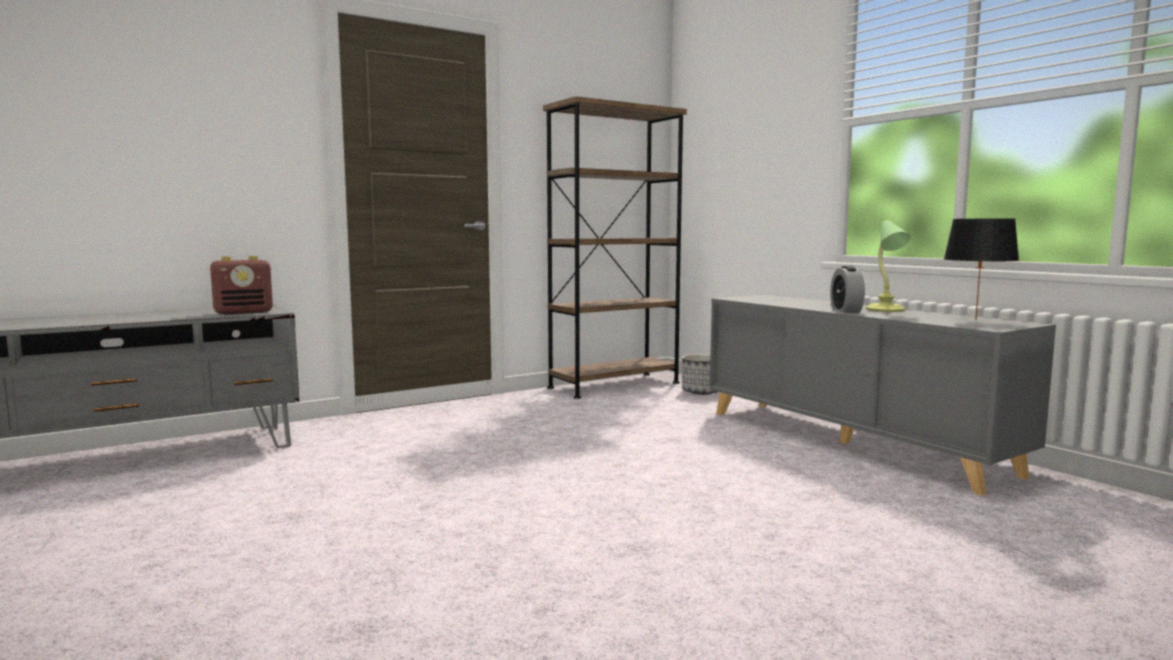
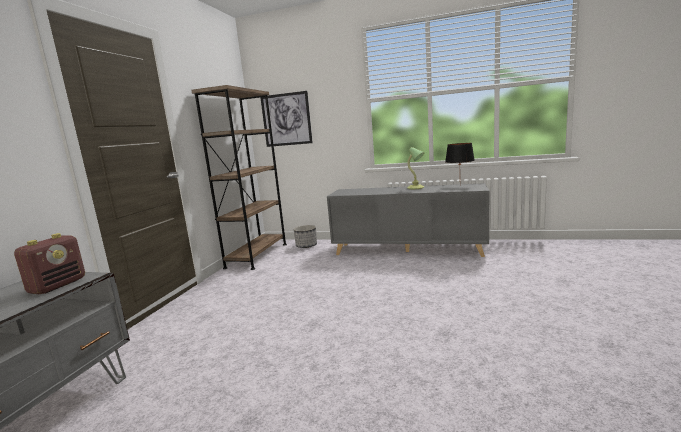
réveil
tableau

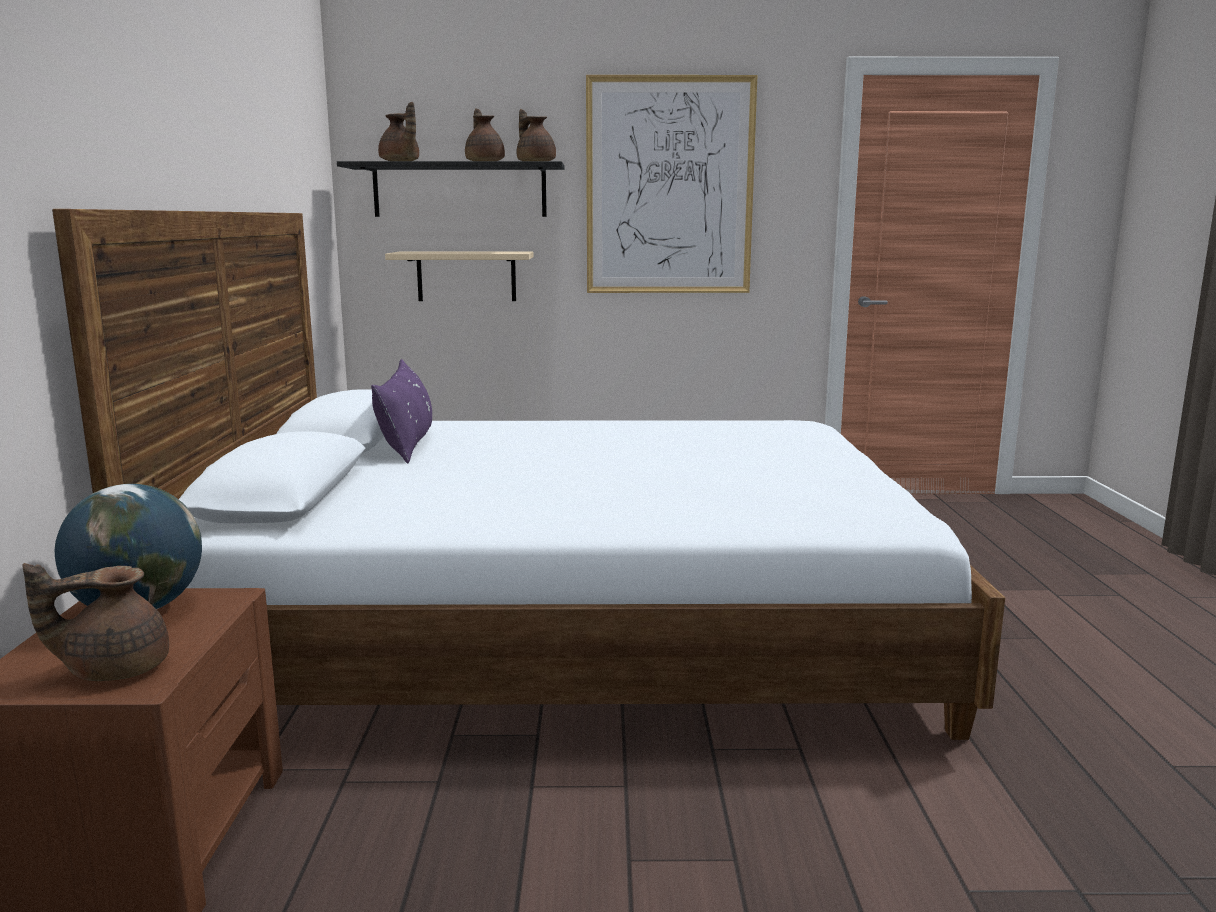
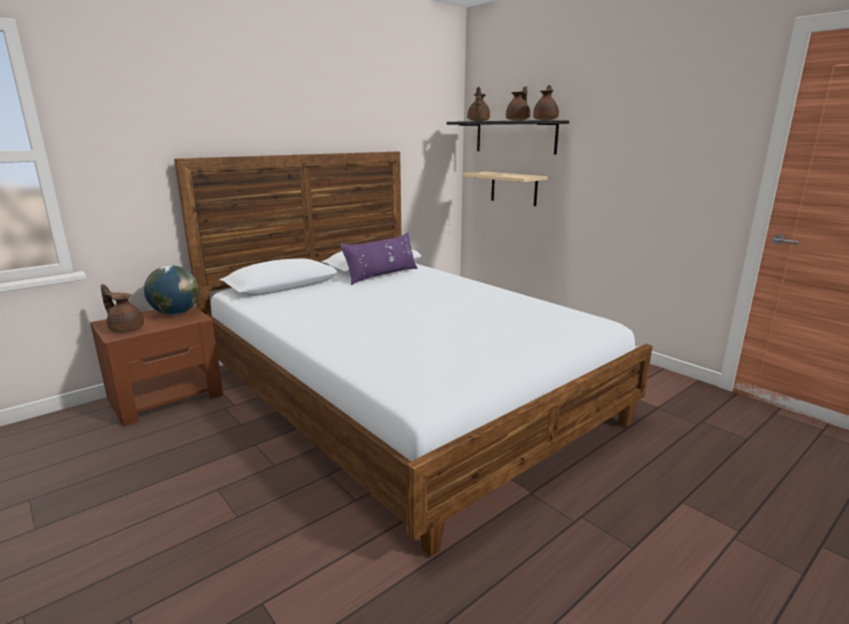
tableau

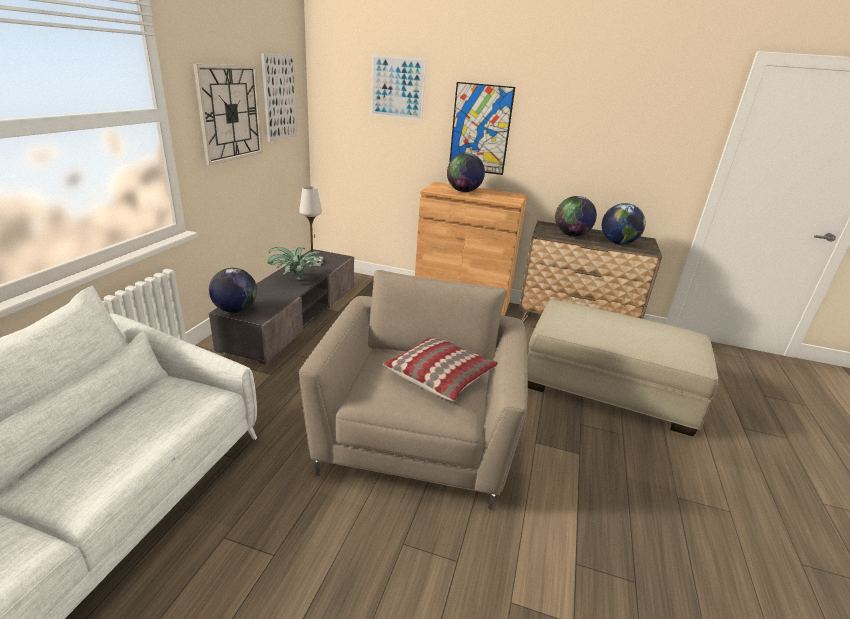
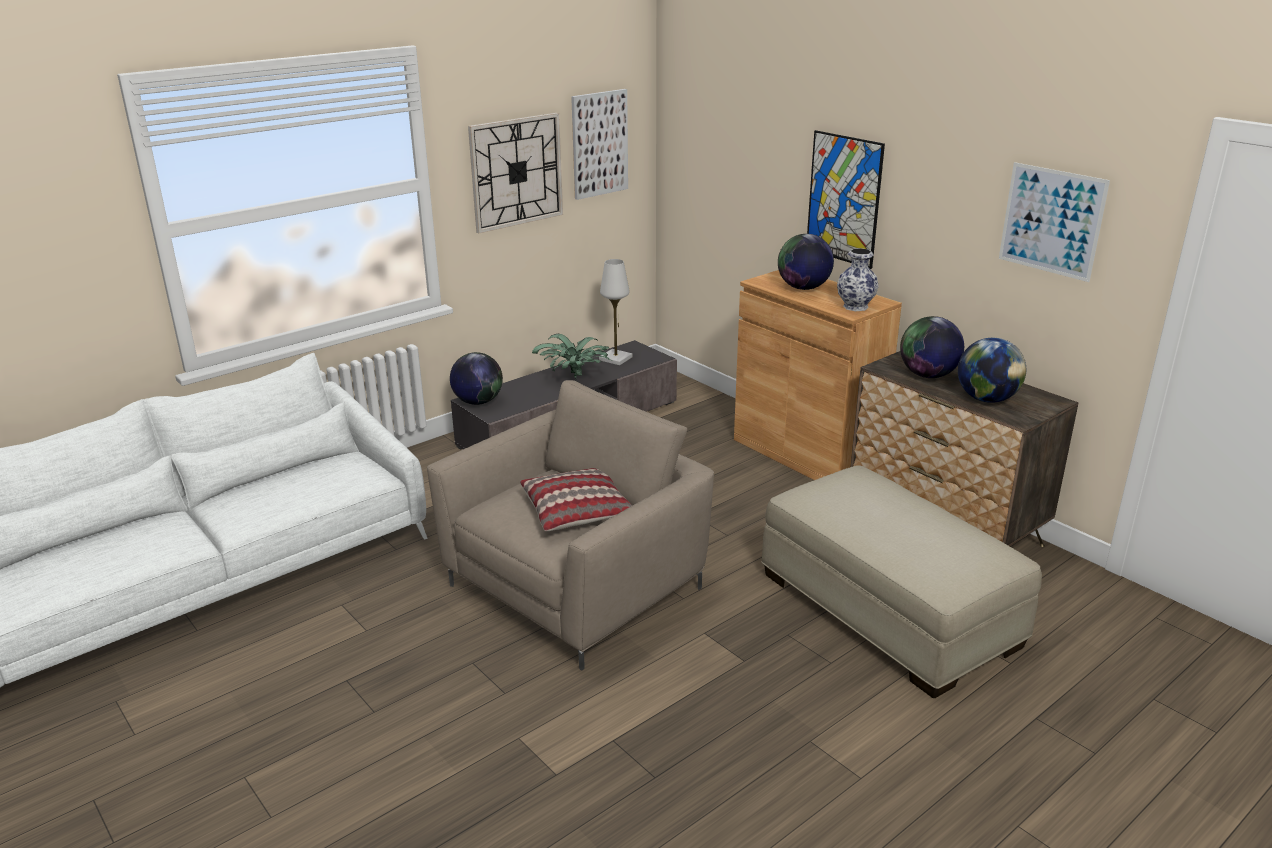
tableau (3rd from left)
vase

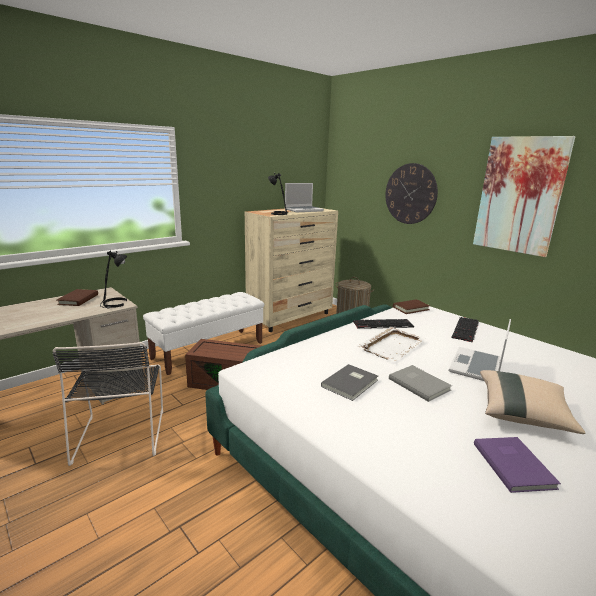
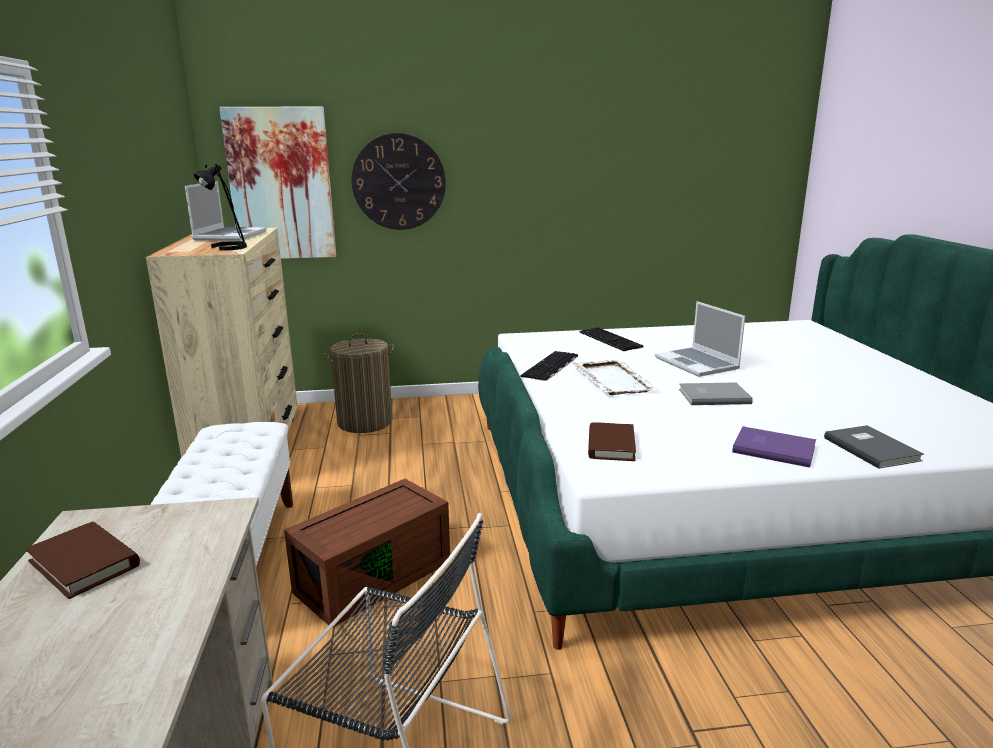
lampe de table [noir] (1st from left in the first image)
livre [gris] (2nd from left)
livre [marron] (2nd from left)
tableau
livre [violet]
coussin [beige]

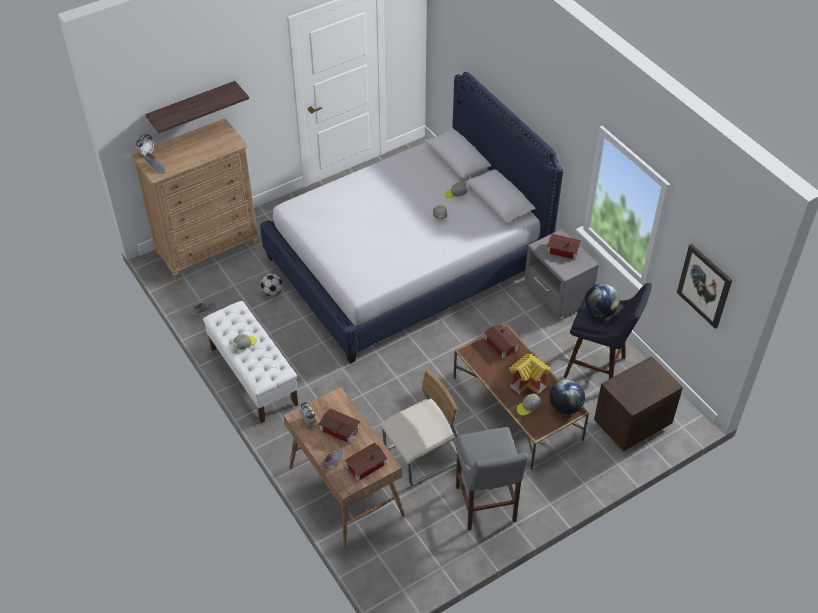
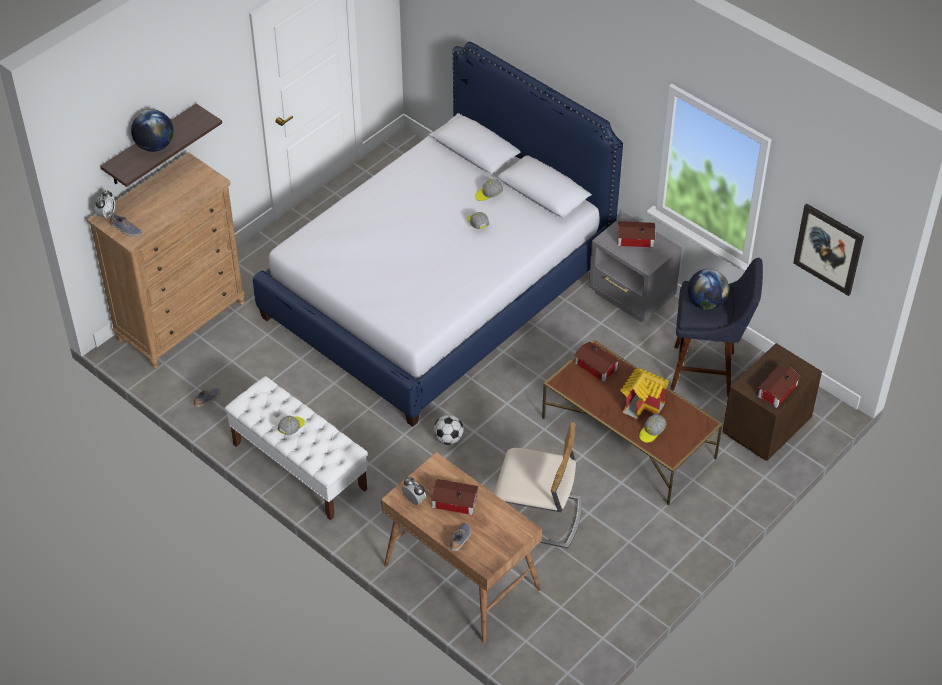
ballon de foot
maison miniature (5th from left)
chaise [beige]
tabouret [gris]
globe (1st from left)

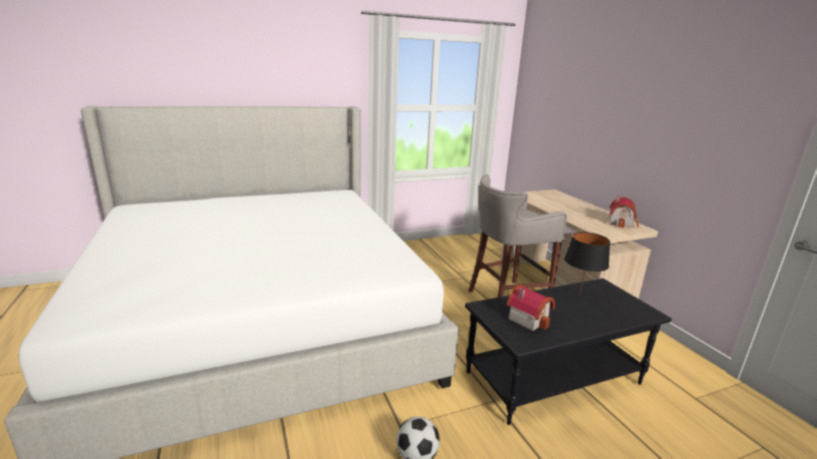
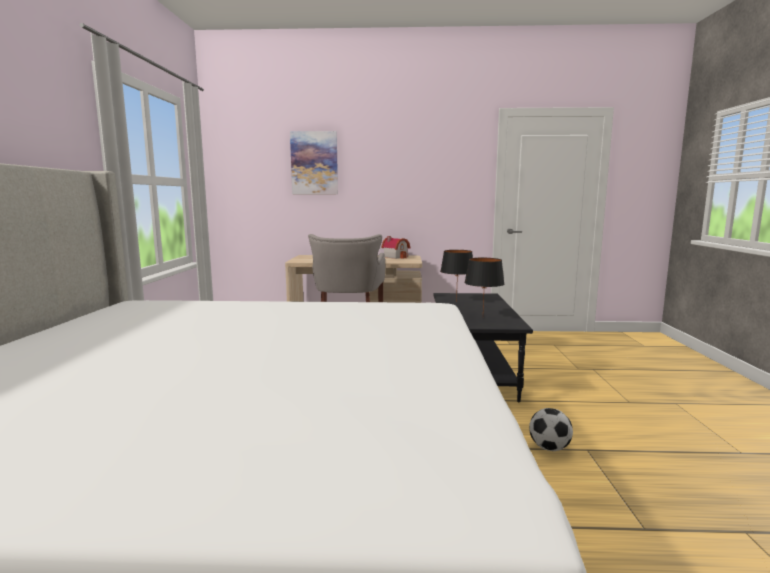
lampe de table [noir] (2nd from left)
tableau

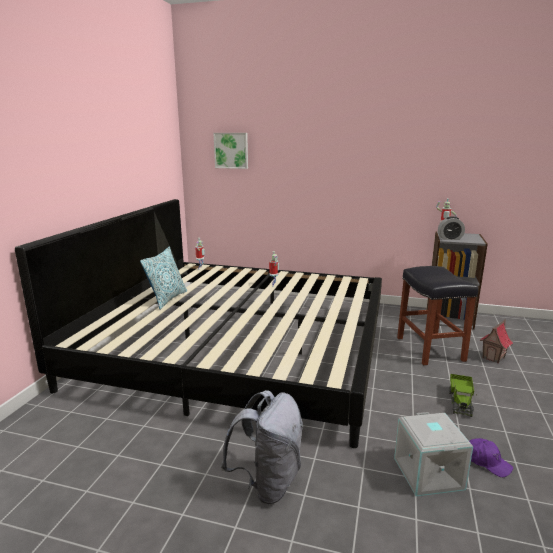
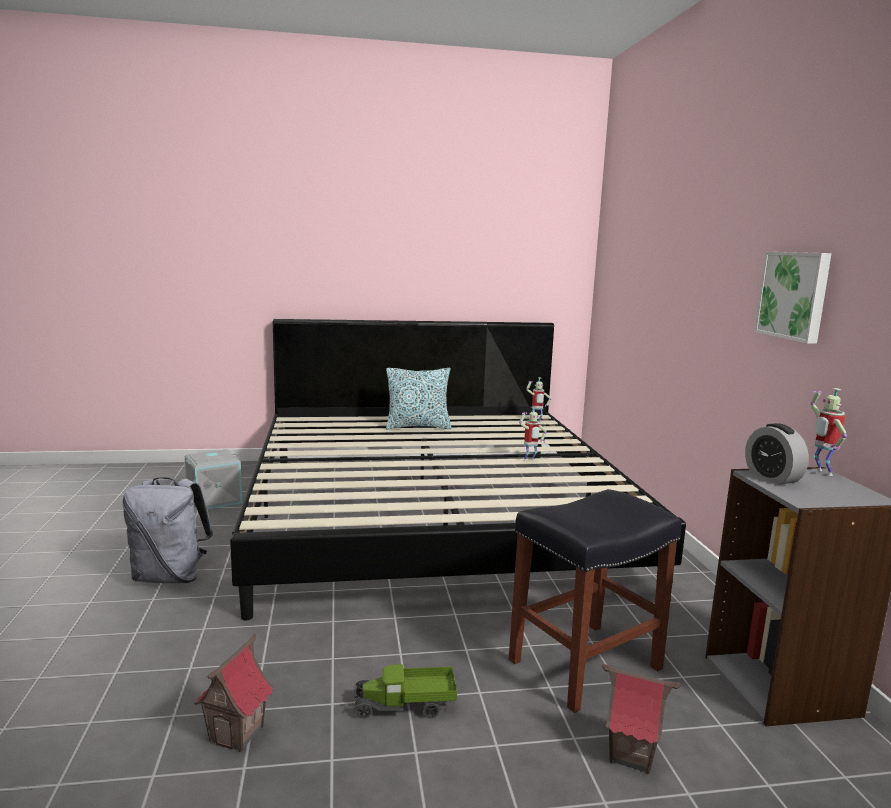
tableau
boîte de rangement [gris]
maison miniature (1st from left)

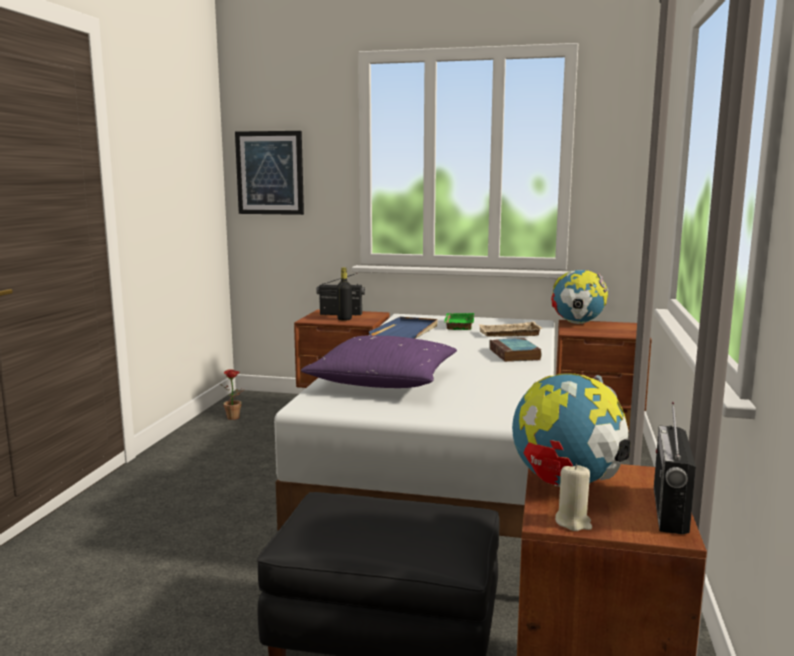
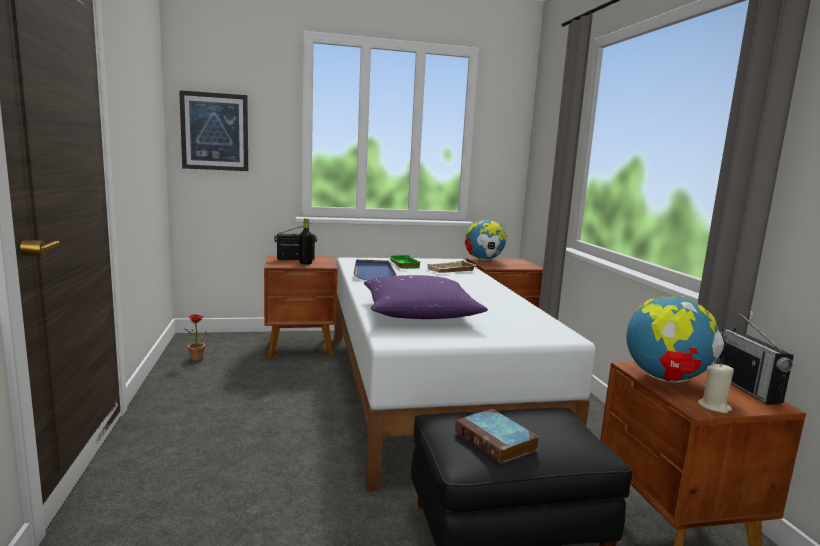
livre

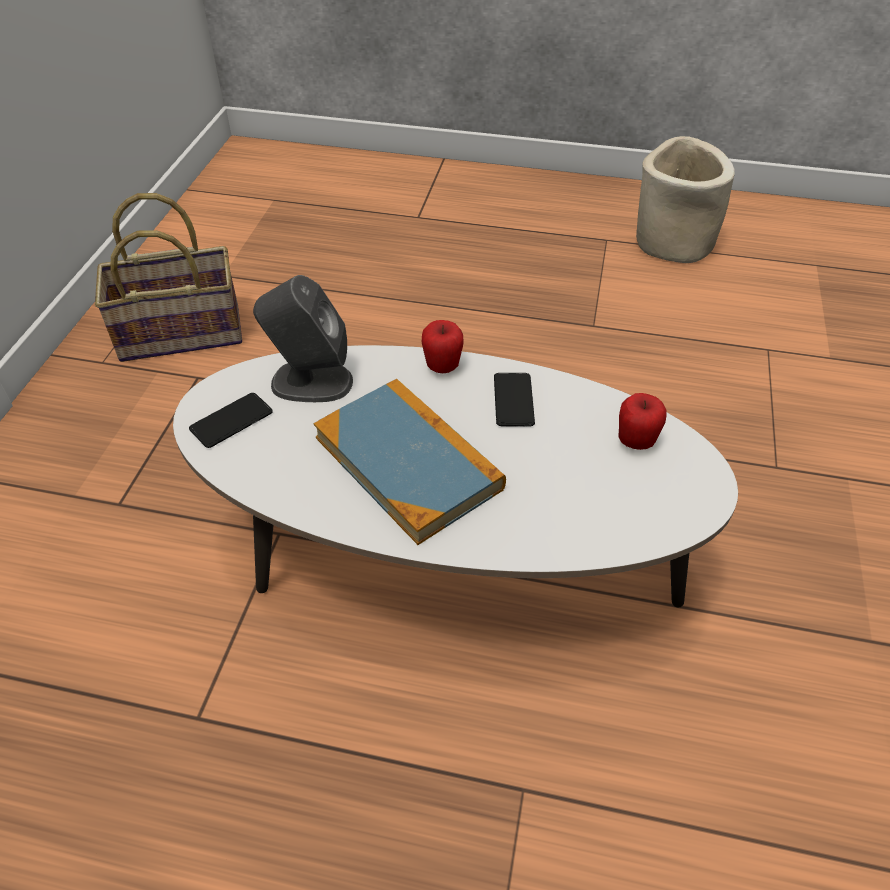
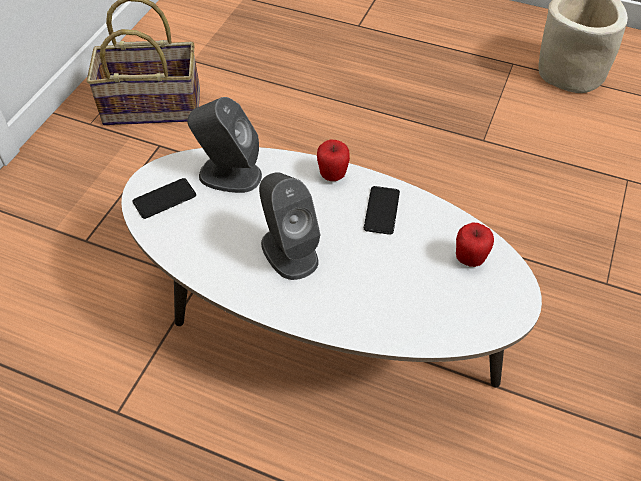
enceinte [gris] (2nd from left)

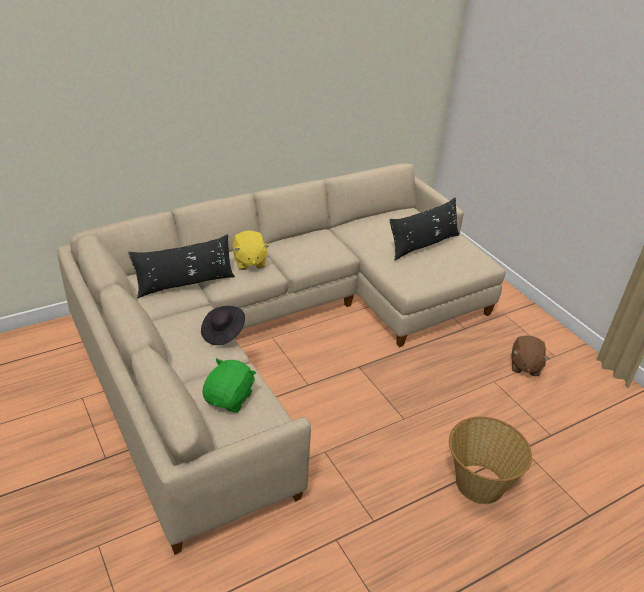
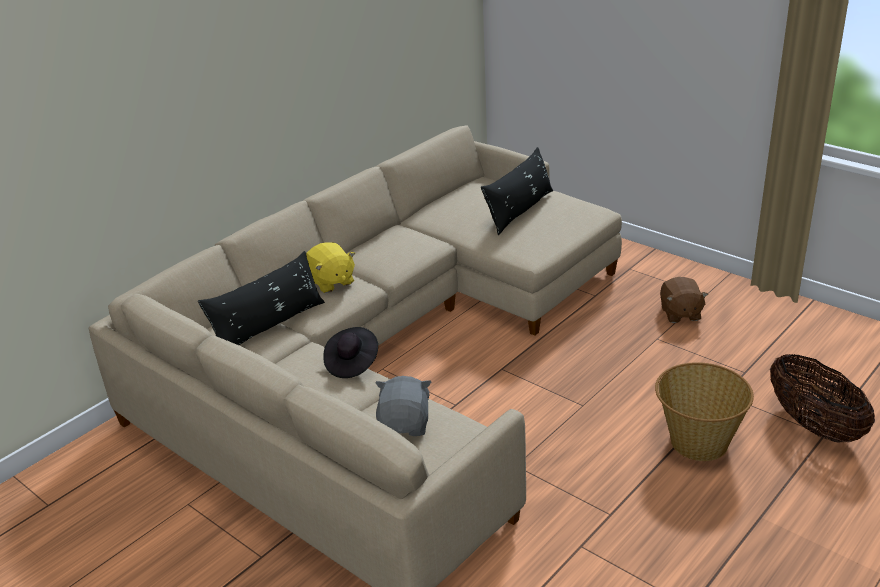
peluche [gris]
panier (2nd from left)

